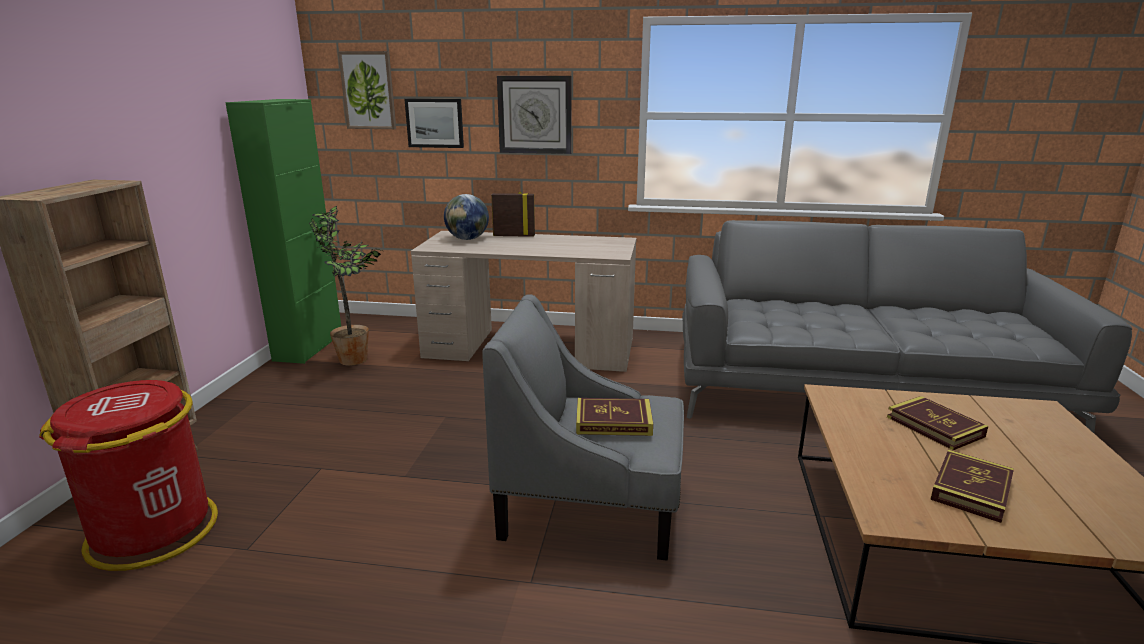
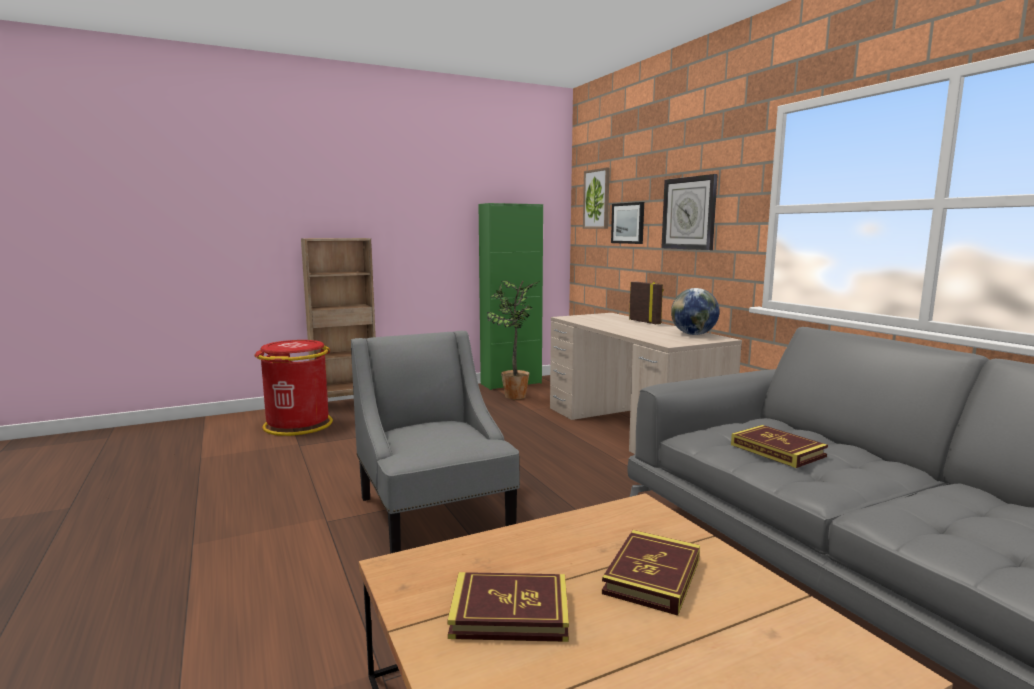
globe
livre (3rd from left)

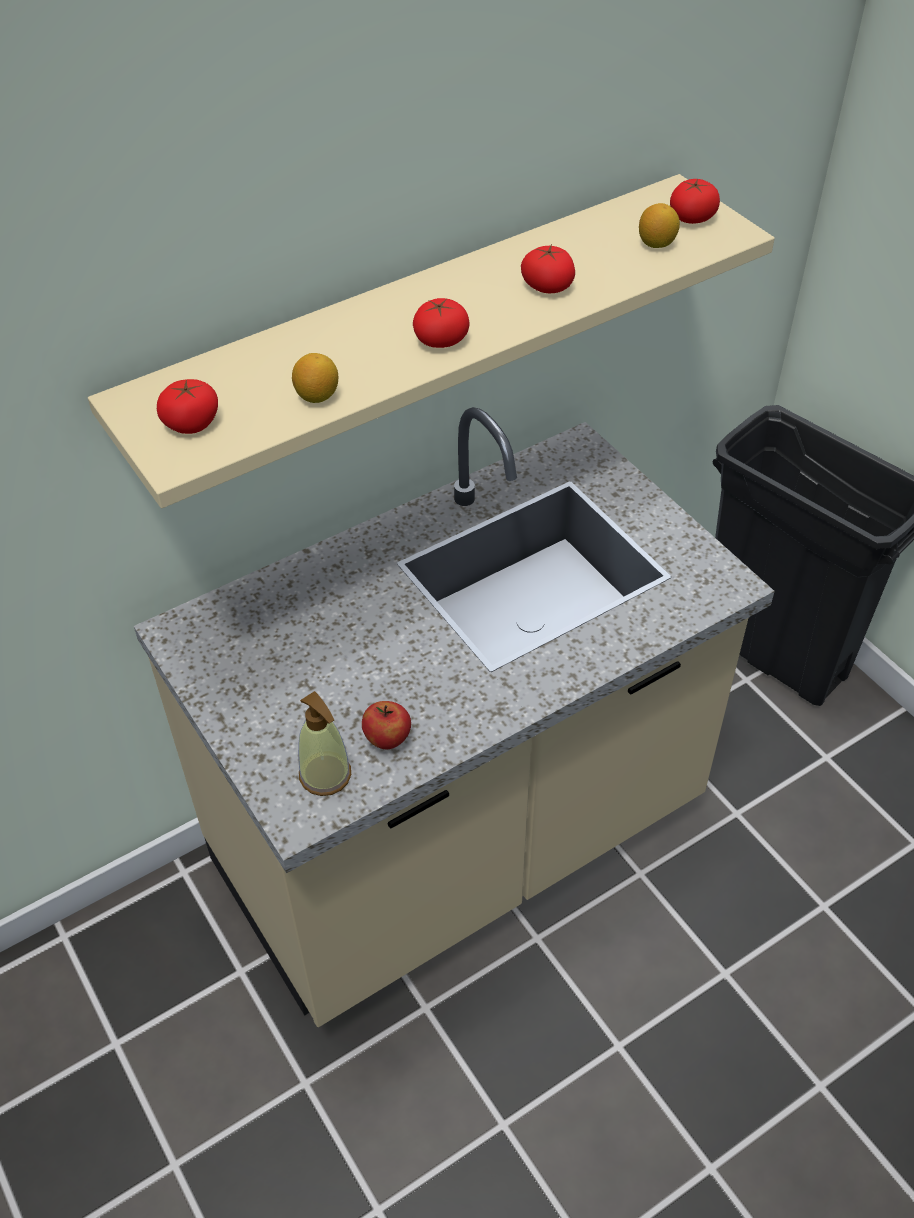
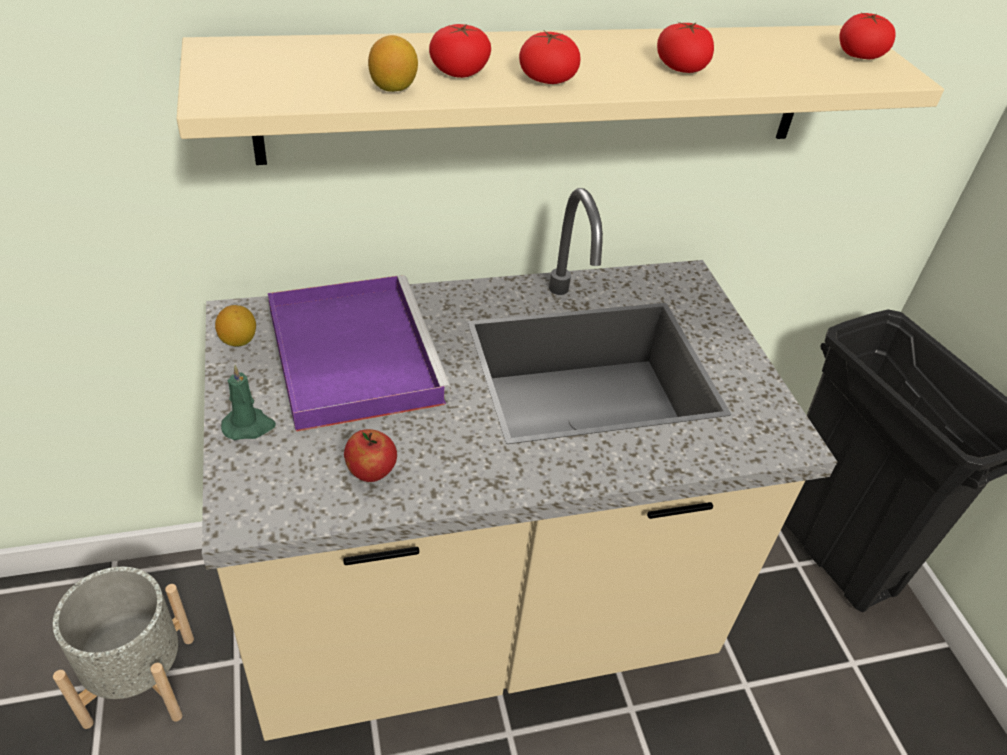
tomate (1st from left)
distributeur de savon
citron (1st from left)
cache-pot [gris]
bougie [vert]
plateau [violet]

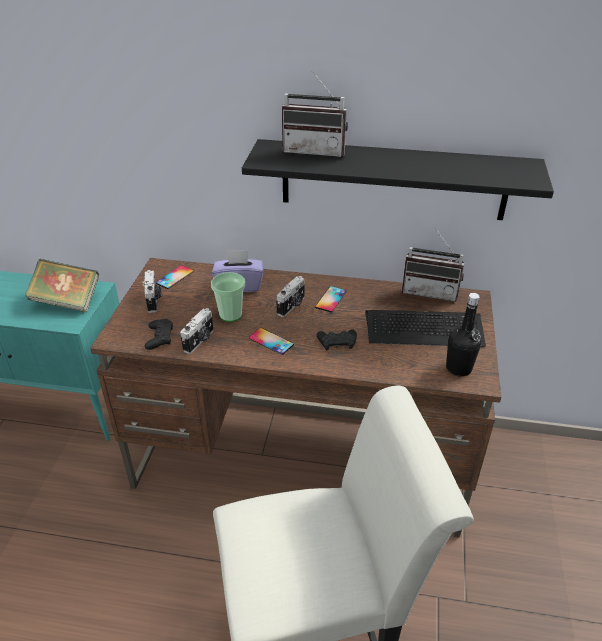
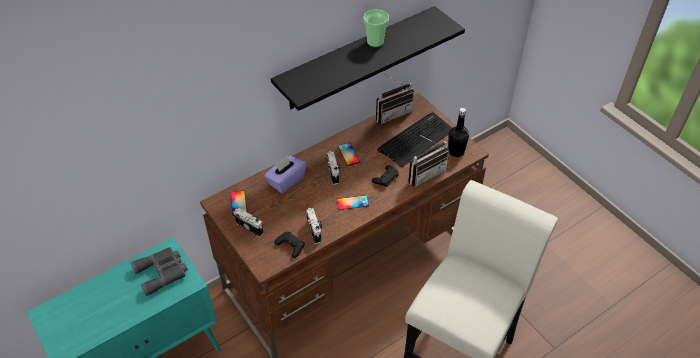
jumelles [gris]
tasse
radio (2nd from left)

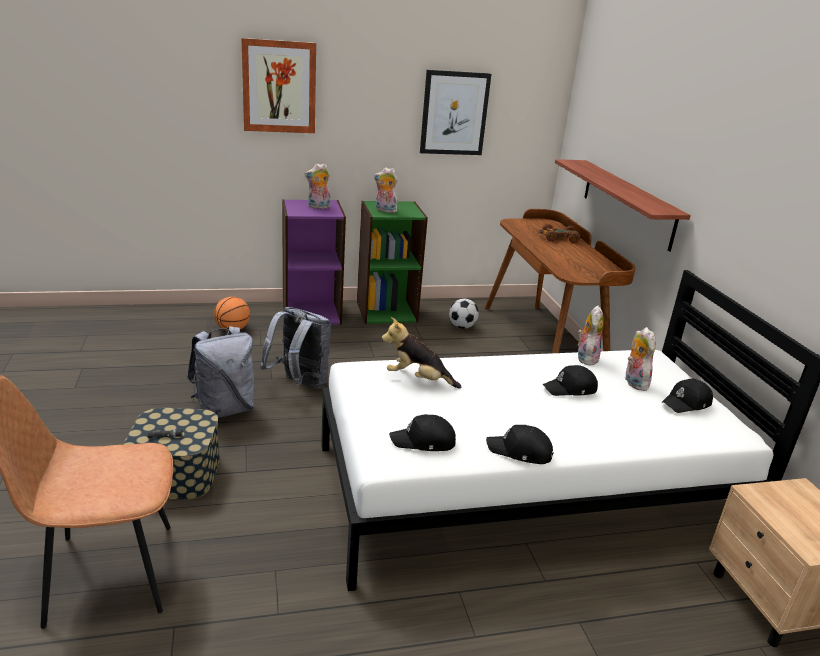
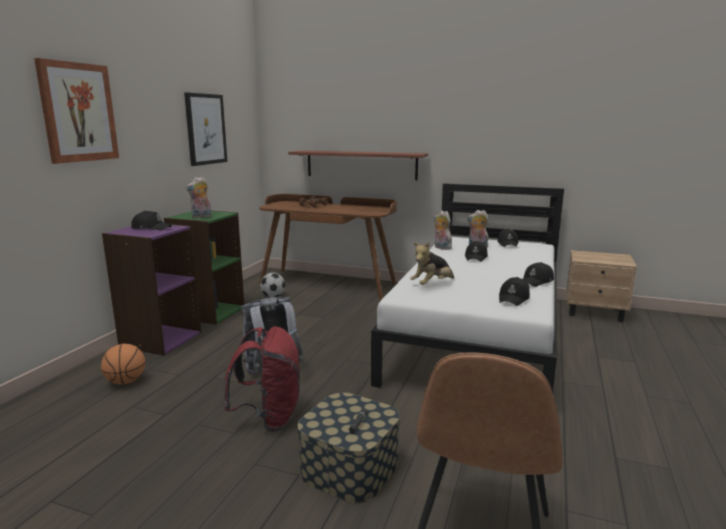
sac à dos [rouge]
casquette [noir] (1st from left)

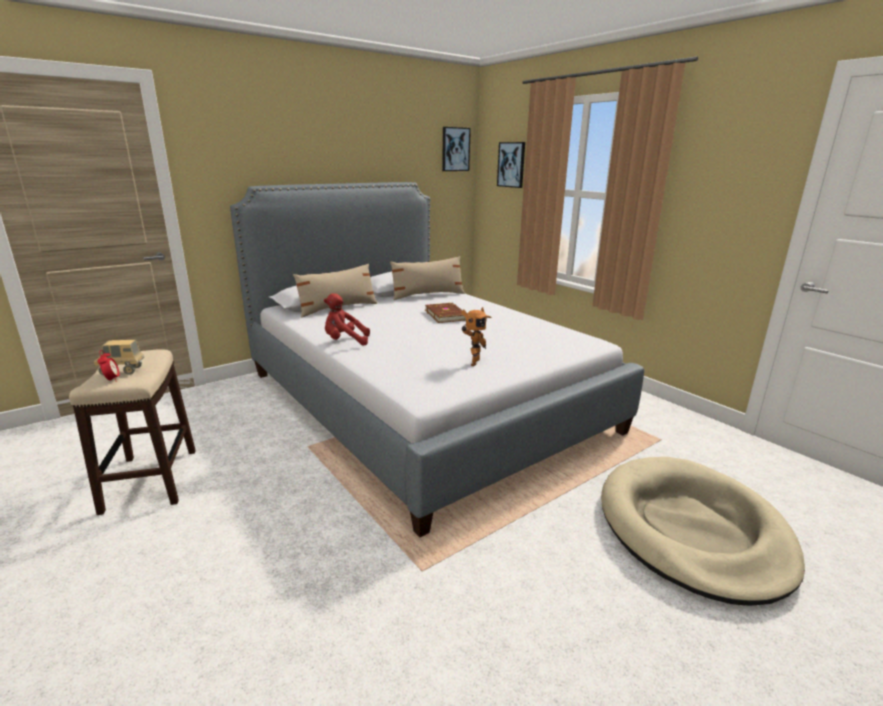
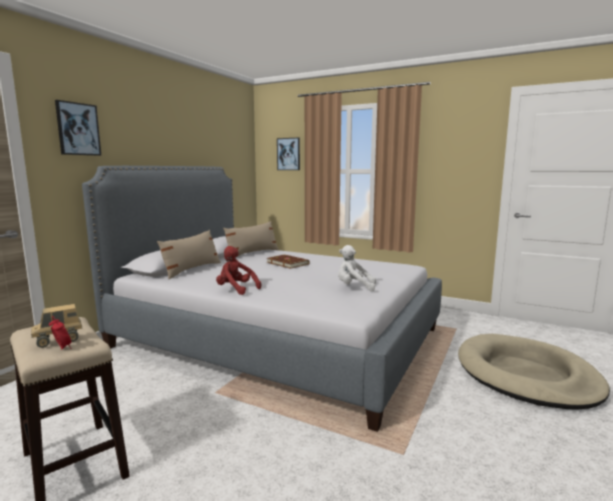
peluche [rouge]
tableau (1st from left)
peluche [blanc]

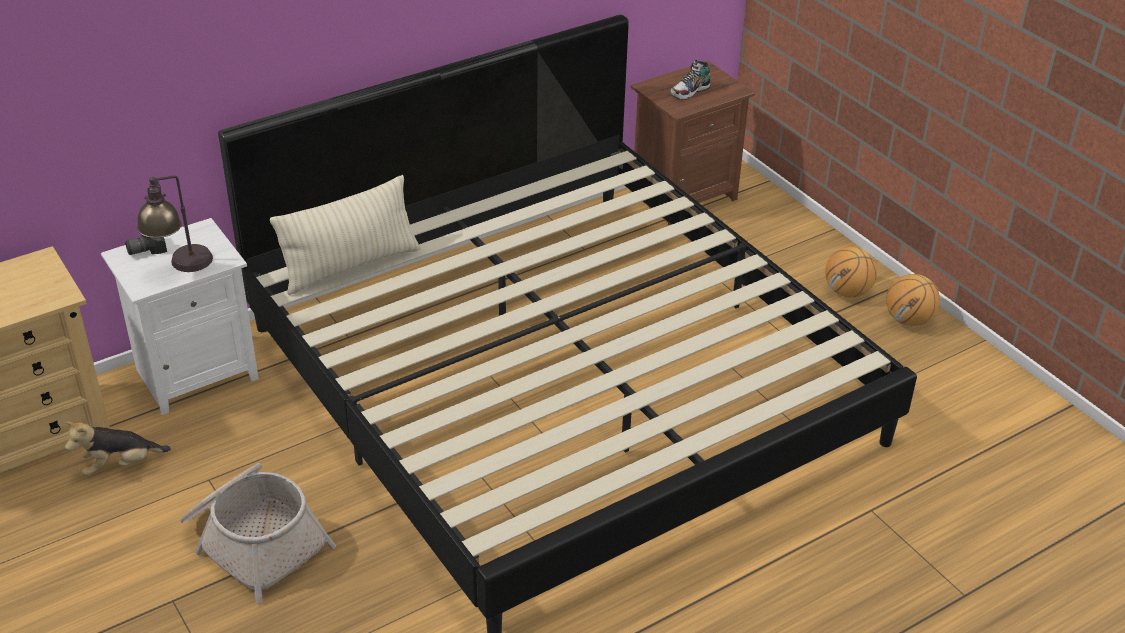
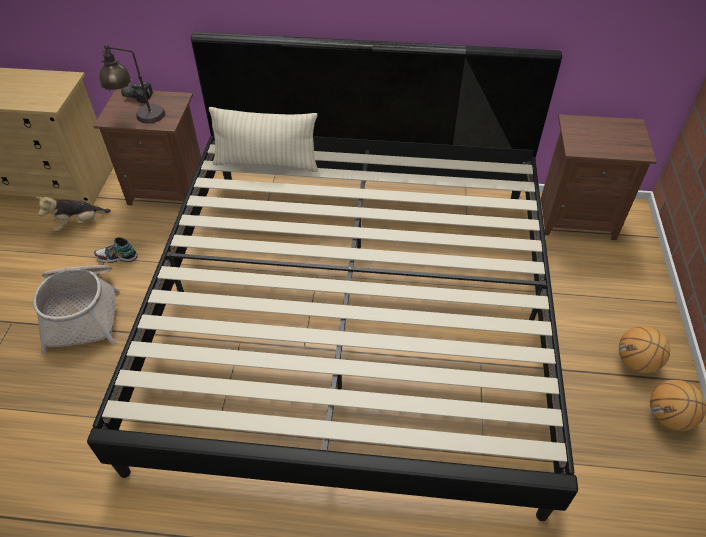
peluche
table de chevet [marron] (1st from left)
chaussure

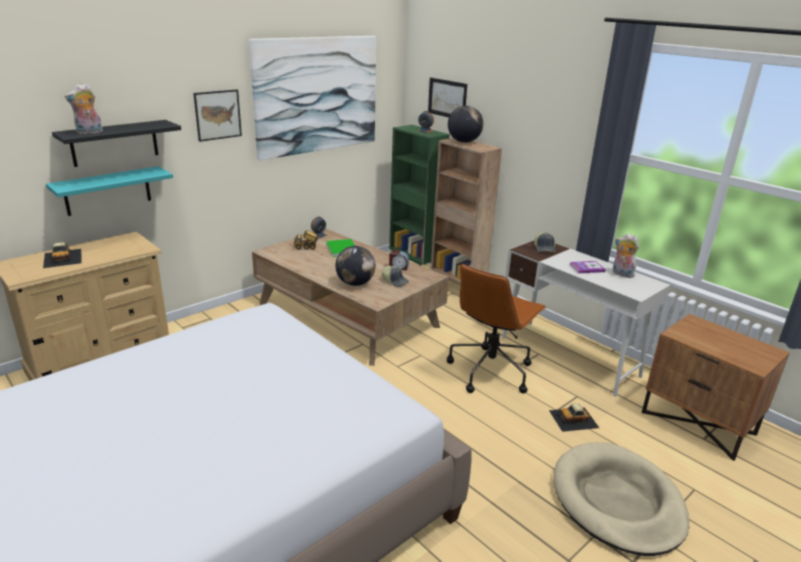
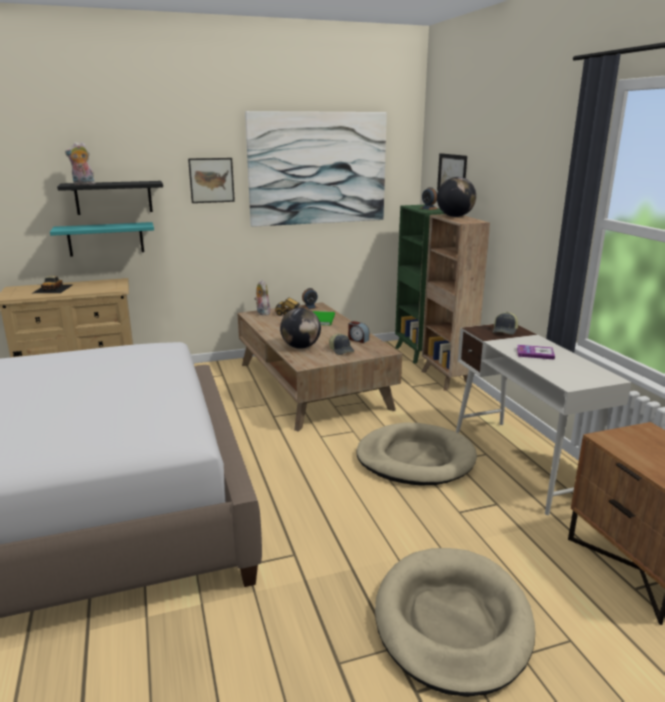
panier pour chien [beige] (1st from left)
petite voiture (2nd from left in the first image)
peluche (2nd from left)

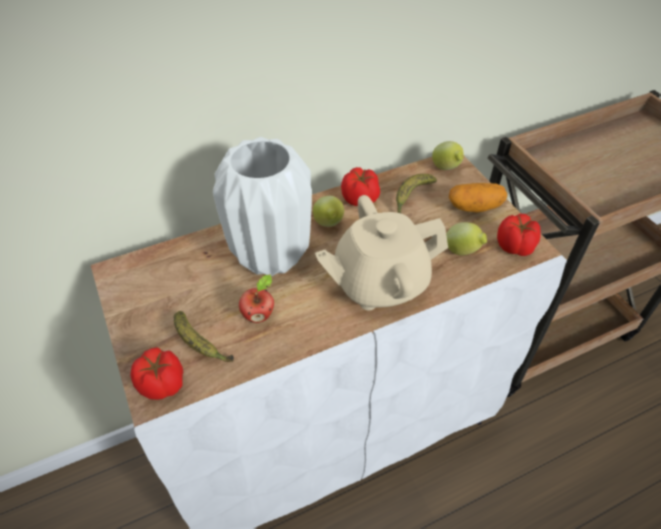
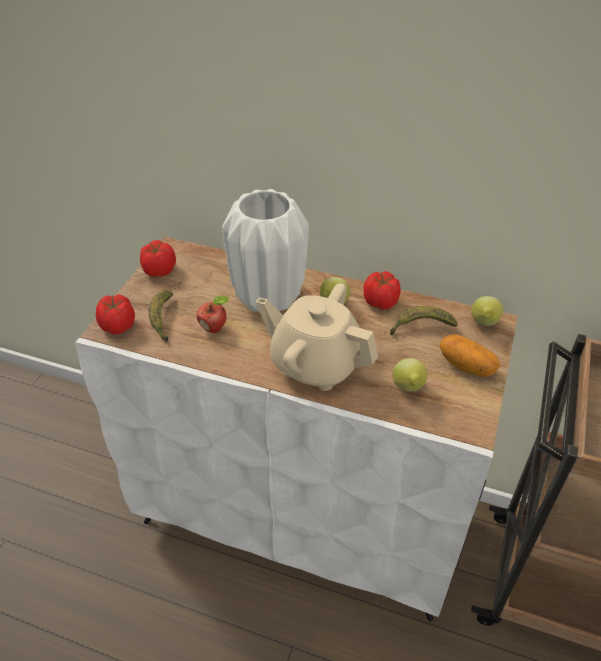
tomate (2nd from left)

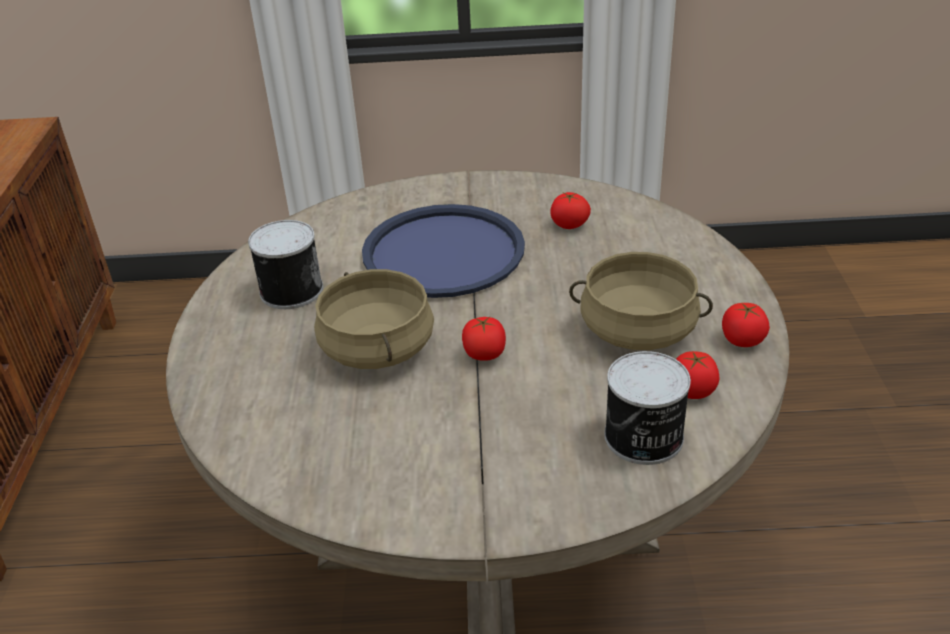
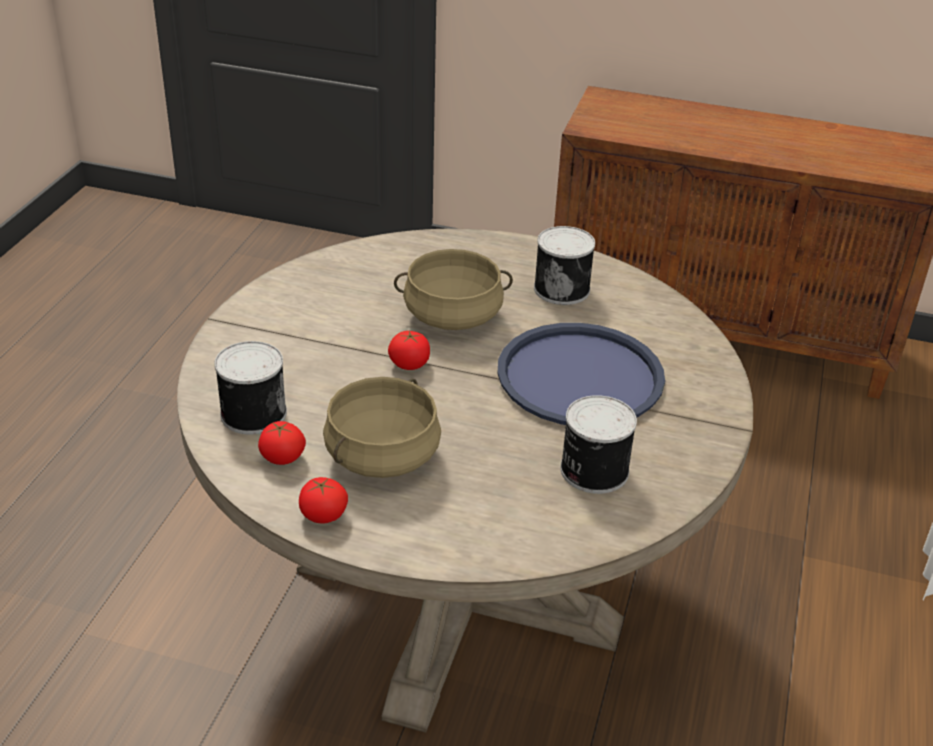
boîte métallique (3rd from left)

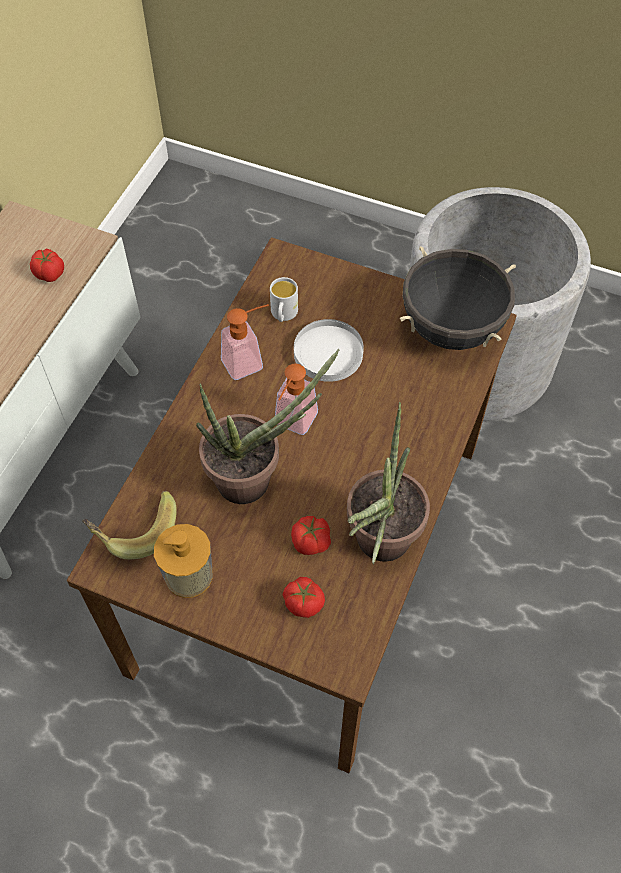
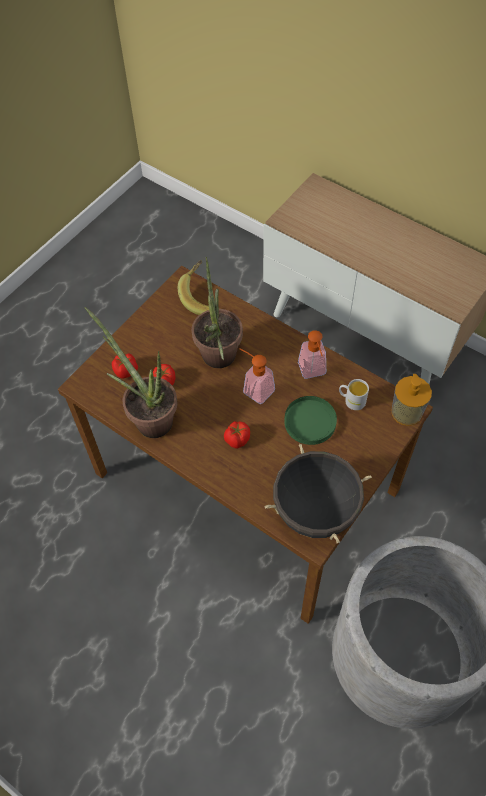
tomate (3rd from left)
distributeur de savon (3rd from left)
assiette [vert]

